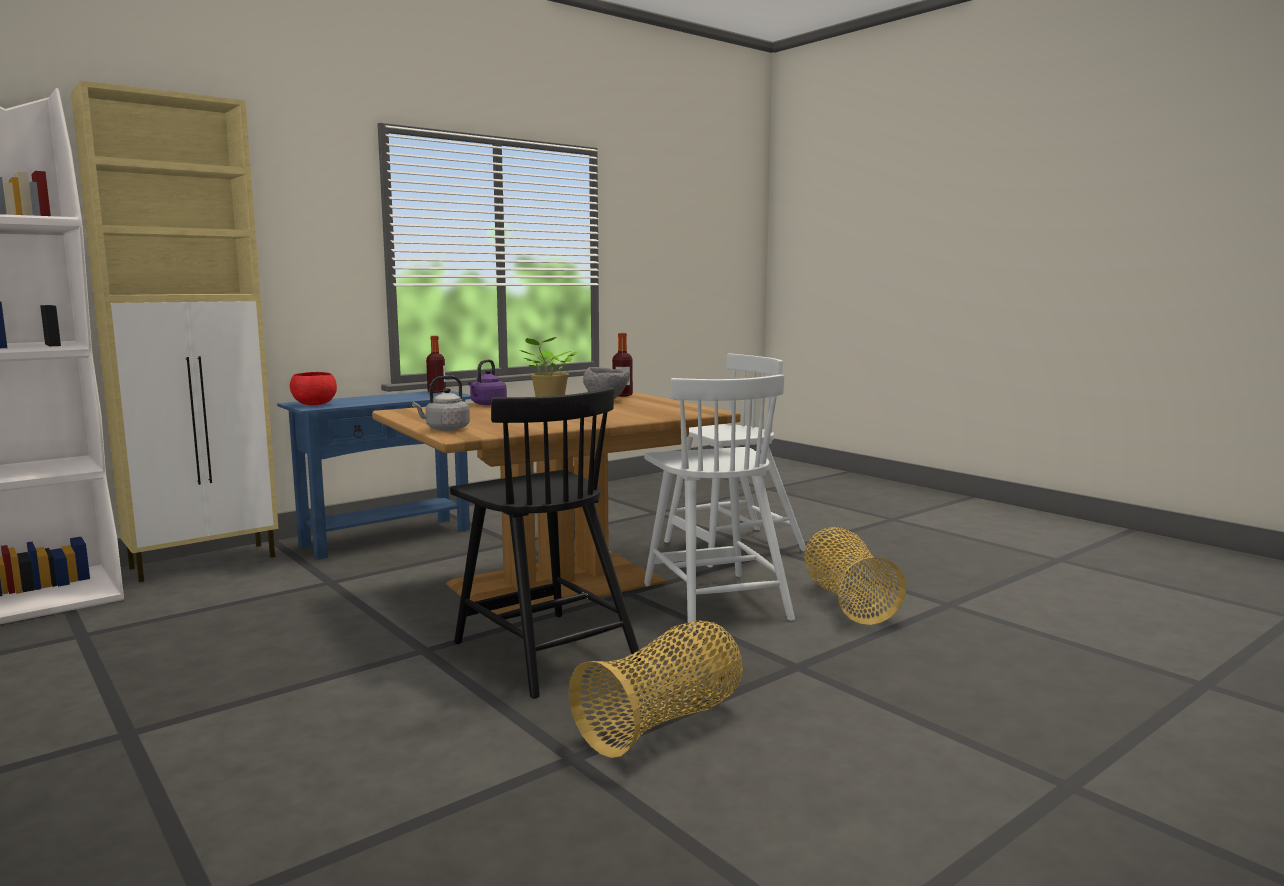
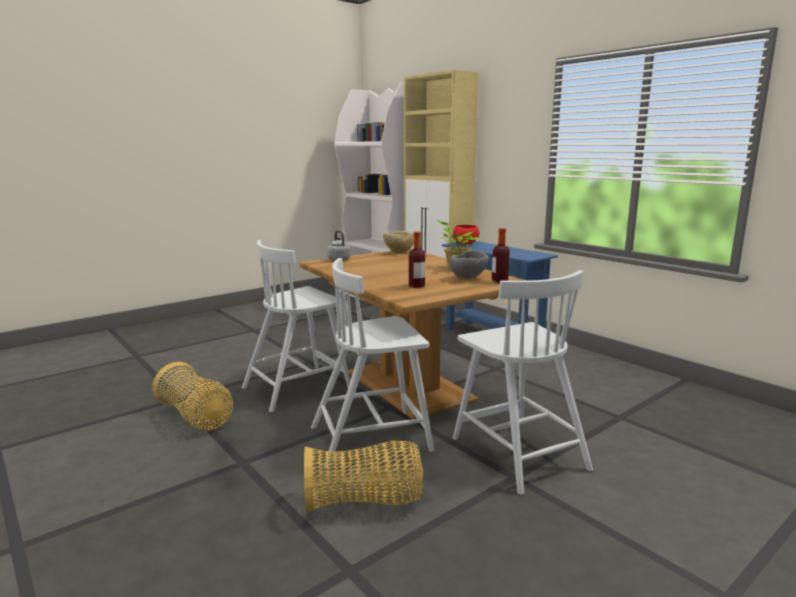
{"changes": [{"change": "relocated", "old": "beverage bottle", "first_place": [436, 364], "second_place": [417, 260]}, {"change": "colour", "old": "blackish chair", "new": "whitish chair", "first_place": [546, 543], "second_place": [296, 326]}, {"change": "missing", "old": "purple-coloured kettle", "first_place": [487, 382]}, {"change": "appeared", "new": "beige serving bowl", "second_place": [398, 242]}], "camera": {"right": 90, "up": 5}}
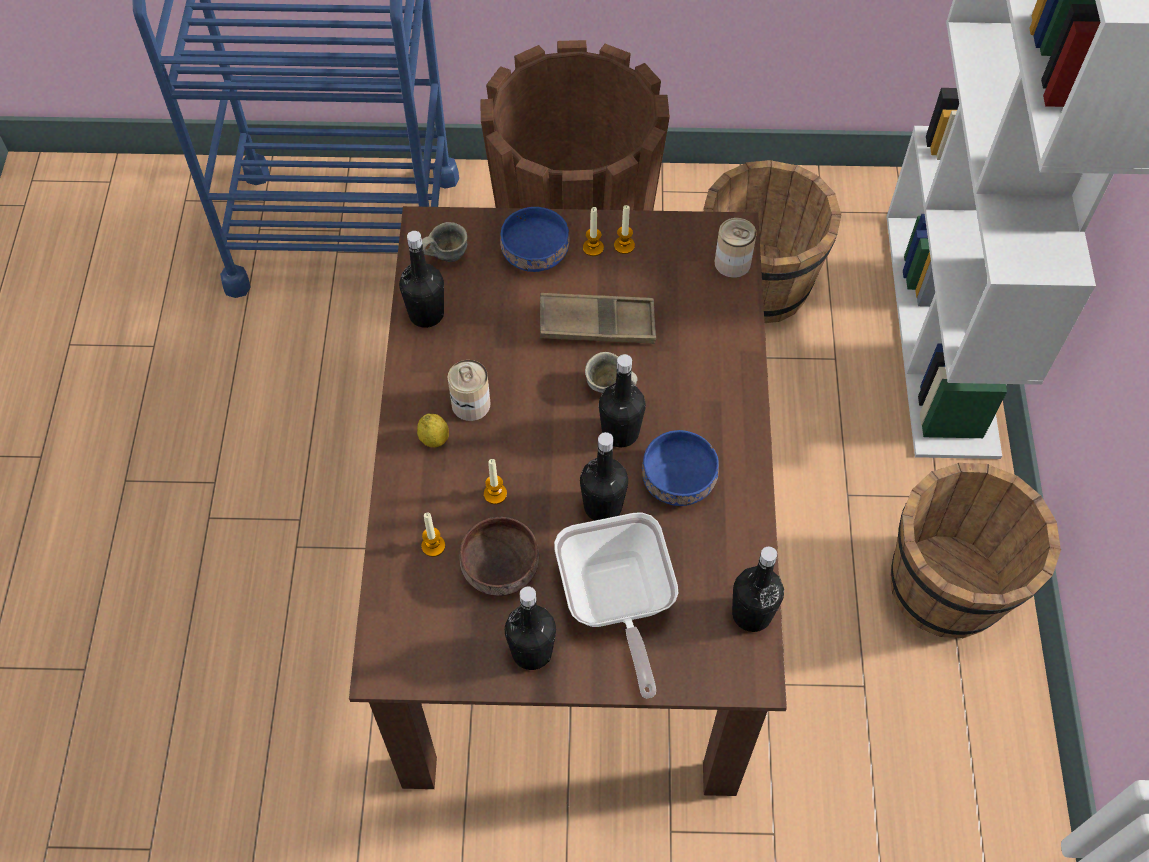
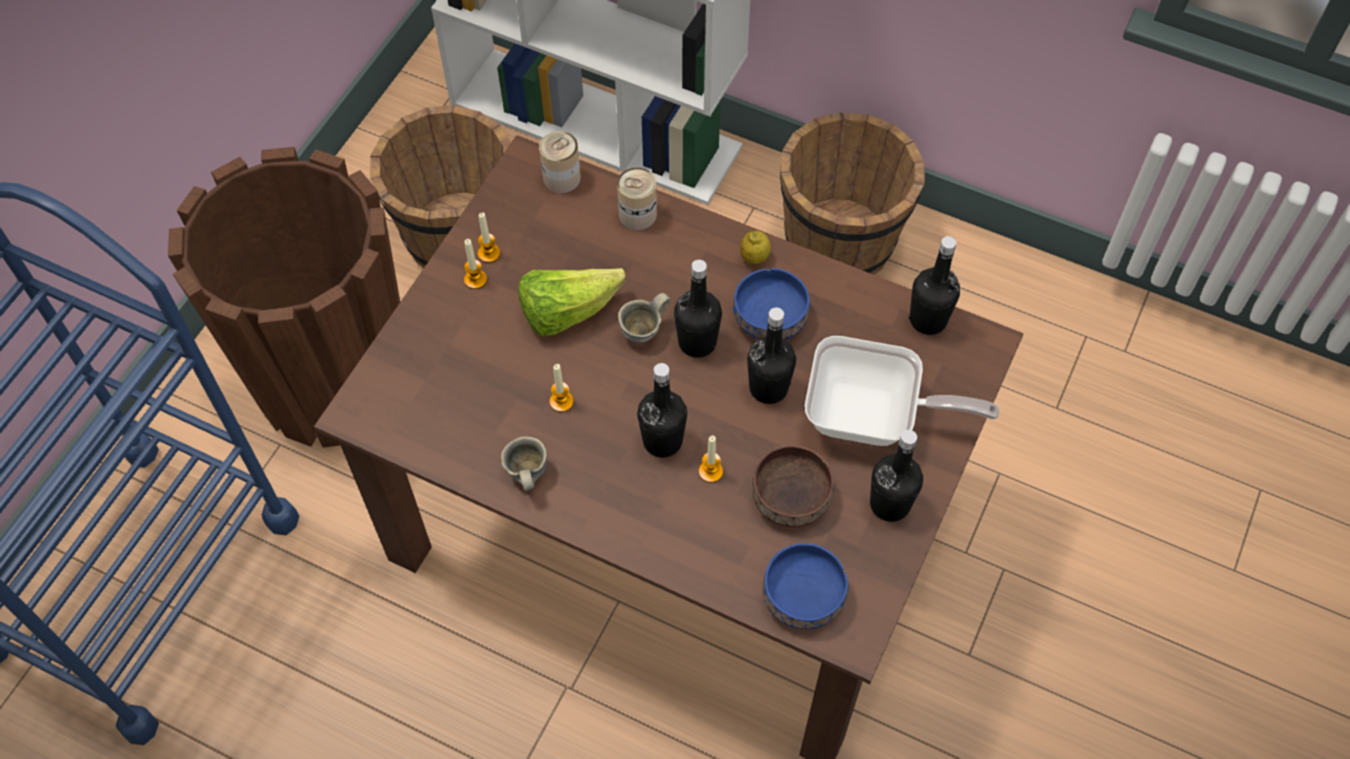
{"changes": [{"change": "relocated", "old": "blackish beverage bottle", "first_place": [421, 279], "second_place": [662, 410]}, {"change": "relocated", "old": "whole lemon", "first_place": [433, 430], "second_place": [755, 248]}, {"change": "relocated", "old": "wax light", "first_place": [433, 534], "second_place": [562, 388]}, {"change": "relocated", "old": "grey coffee mug", "first_place": [444, 242], "second_place": [524, 464]}, {"change": "relocated", "old": "sealed can", "first_place": [469, 390], "second_place": [637, 199]}, {"change": "relocated", "old": "blue serving bowl", "first_place": [535, 239], "second_place": [805, 586]}, {"change": "exchanged", "old": "brown-coloured carrying tray", "new": "lettuce head", "first_place": [598, 318], "second_place": [572, 302]}], "camera": {"right": -65, "up": 0}}
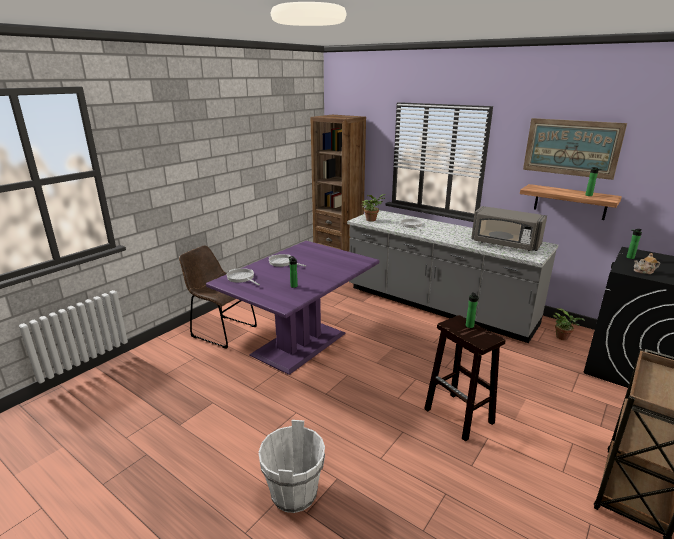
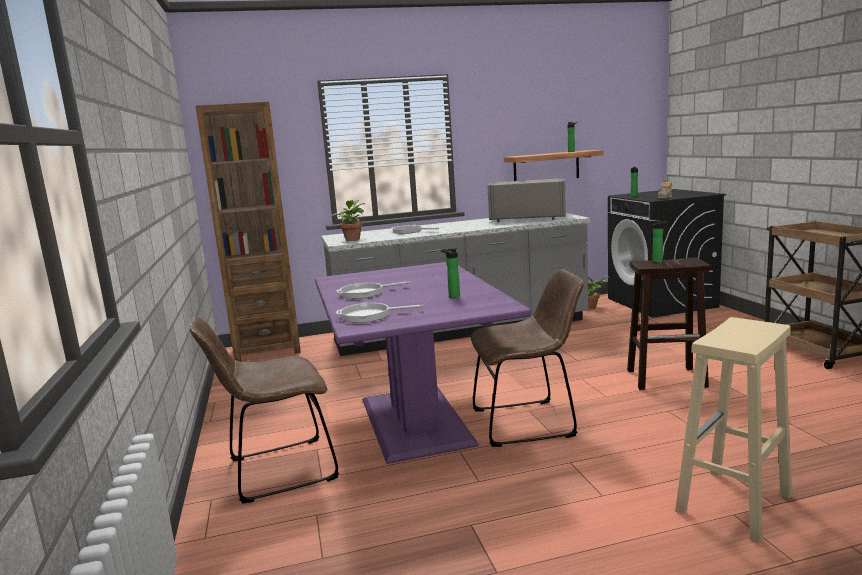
{"changes": [{"change": "exchanged", "old": "whitish water bucket", "new": "beige stool seat", "first_place": [292, 466], "second_place": [733, 430]}, {"change": "spun", "old": "grey kitchen microwave", "first_place": [509, 228], "second_place": [526, 200], "degrees": -150}, {"change": "missing", "old": "wall picture", "first_place": [575, 149]}, {"change": "appeared", "new": "brown-coloured chair", "second_place": [527, 358]}], "camera": {"right": -50, "up": -10}}
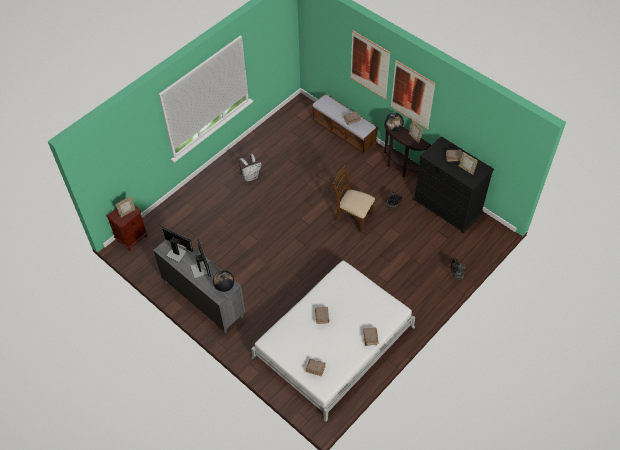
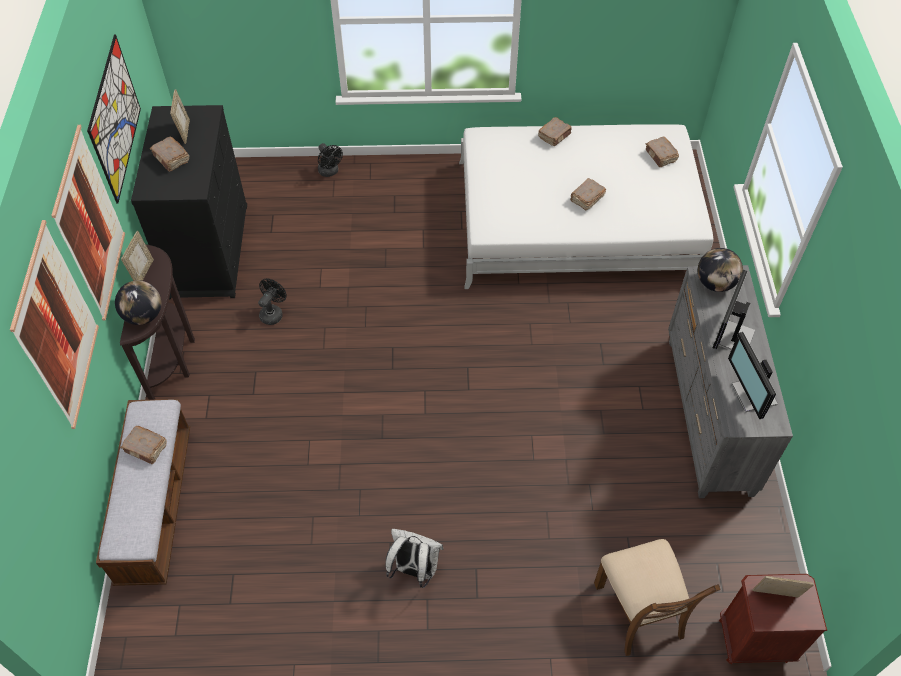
{"changes": [{"change": "relocated", "old": "brown-coloured chair", "first_place": [353, 199], "second_place": [657, 597]}, {"change": "appeared", "new": "wall picture", "second_place": [114, 119]}], "camera": {"right": -135, "up": 0}}
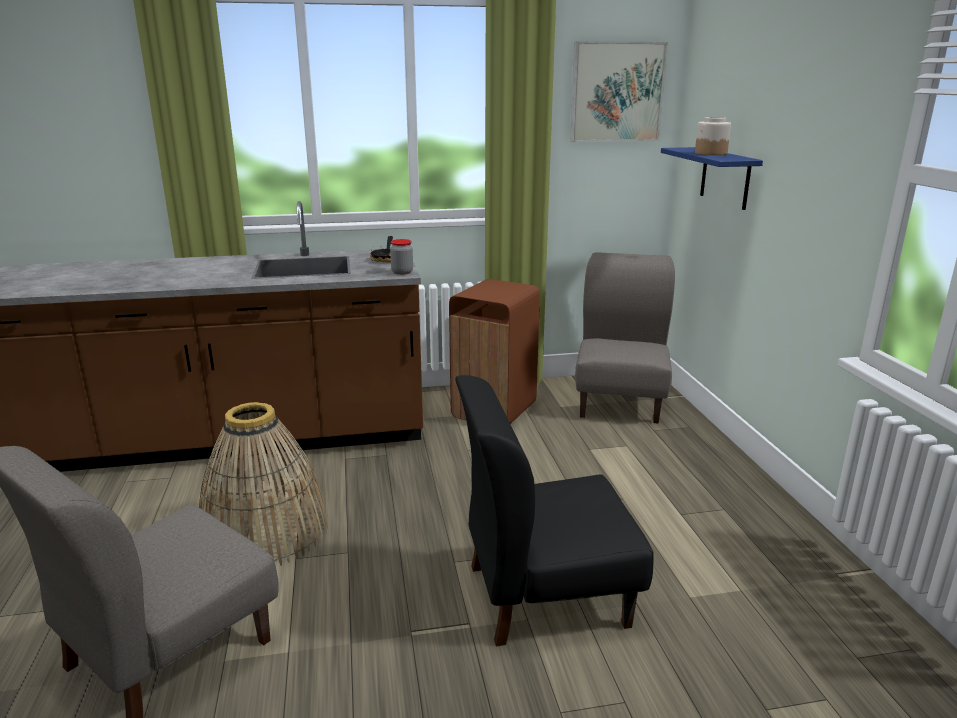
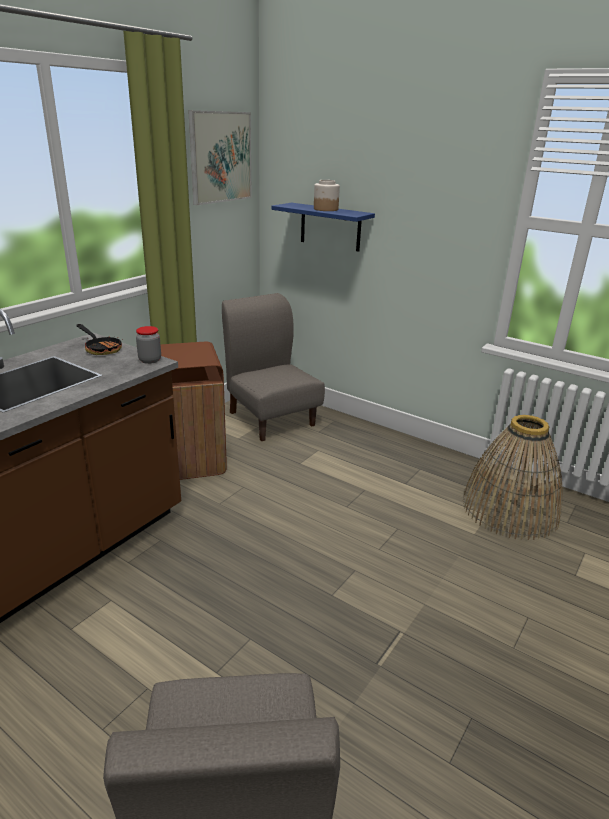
{"changes": [{"change": "relocated", "old": "basket", "first_place": [263, 484], "second_place": [513, 477]}, {"change": "missing", "old": "blackish chair", "first_place": [554, 510]}], "camera": {"right": -45, "up": 5}}
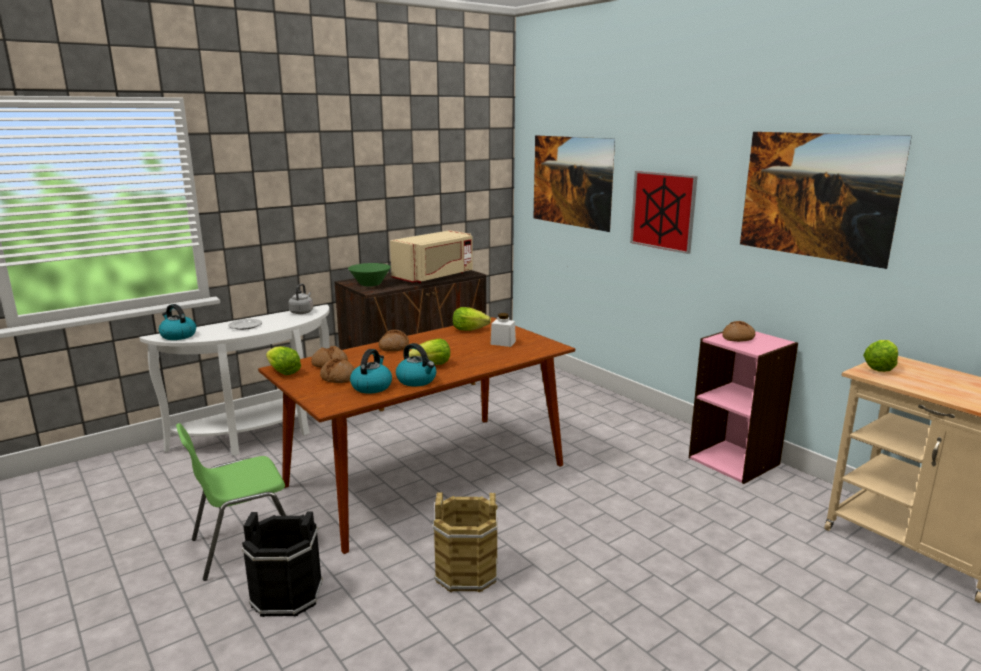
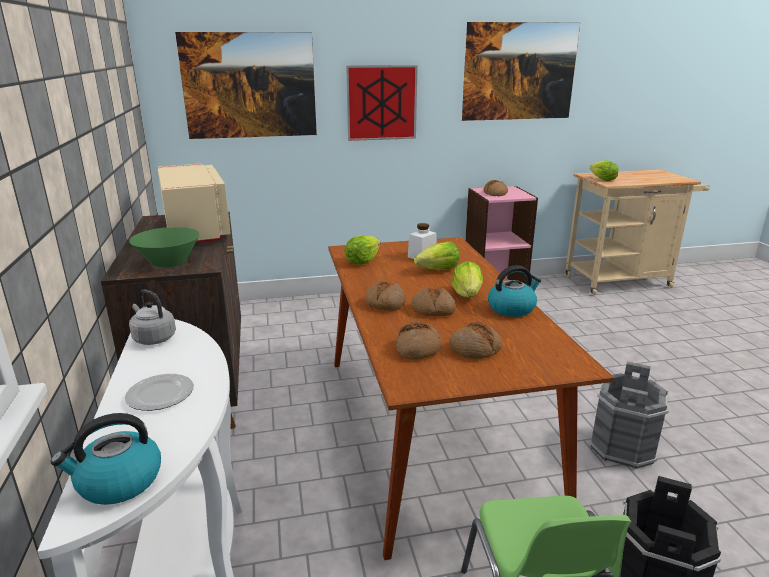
{"changes": [{"change": "relocated", "old": "lettuce head", "first_place": [283, 360], "second_place": [437, 255]}, {"change": "missing", "old": "kettle", "first_place": [371, 371]}, {"change": "colour", "old": "brown-coloured water bucket", "new": "grey water bucket", "first_place": [465, 542], "second_place": [629, 415]}, {"change": "appeared", "new": "baked bread", "second_place": [433, 301]}], "camera": {"right": -65, "up": 5}}
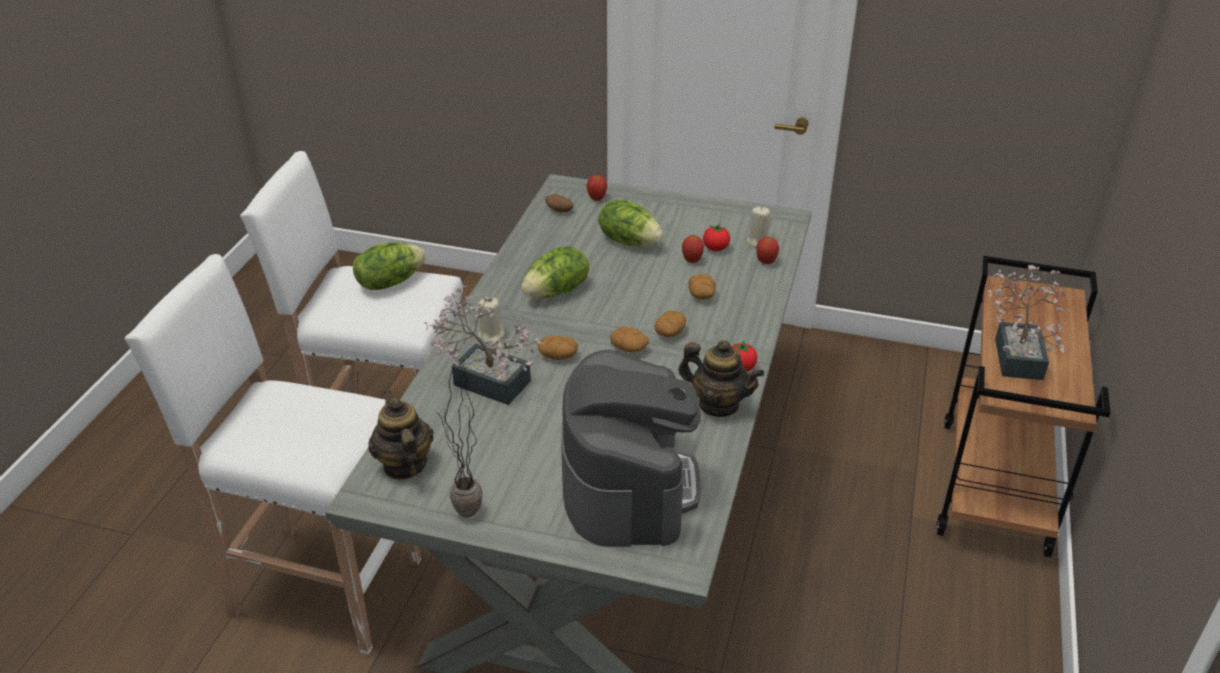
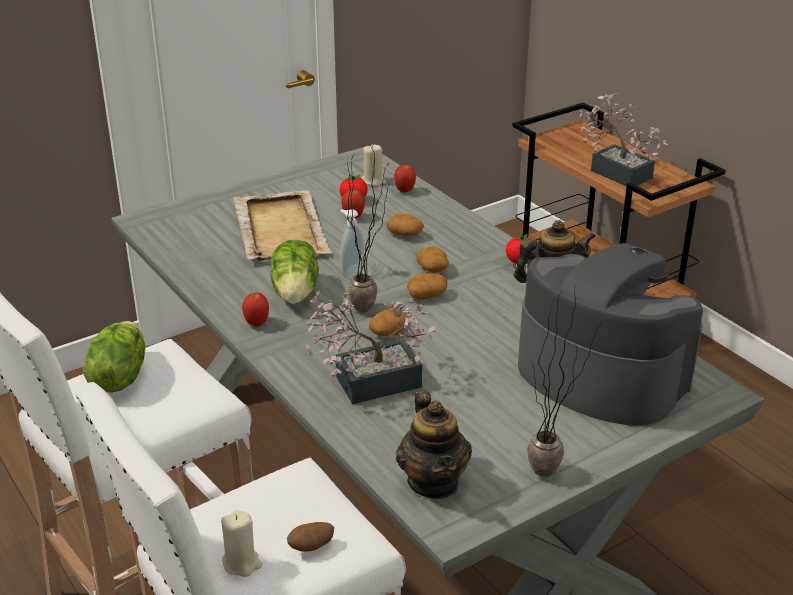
{"changes": [{"change": "spun", "old": "tea pot", "first_place": [401, 435], "second_place": [434, 445], "degrees": -120}, {"change": "relocated", "old": "beige wax light", "first_place": [491, 320], "second_place": [241, 543]}, {"change": "relocated", "old": "whole potato", "first_place": [559, 203], "second_place": [310, 537]}, {"change": "relocated", "old": "apple", "first_place": [596, 188], "second_place": [255, 309]}, {"change": "exchanged", "old": "lettuce head", "new": "beige carrying tray", "first_place": [630, 223], "second_place": [282, 225]}, {"change": "appeared", "new": "liquid soap bottle", "second_place": [352, 242]}, {"change": "appeared", "new": "houseplant", "second_place": [369, 228]}], "camera": {"right": -50, "up": -5}}
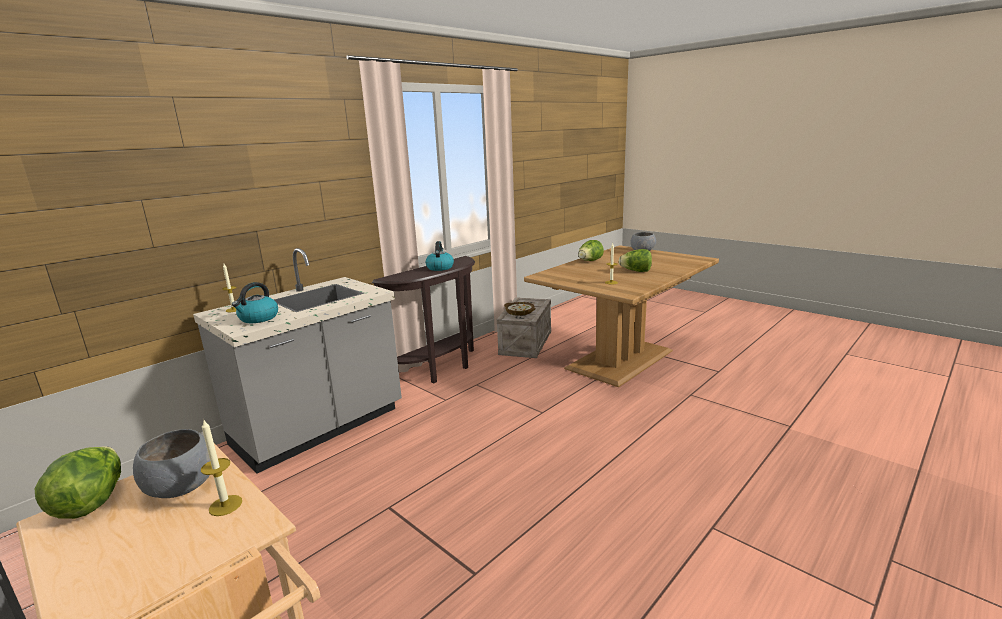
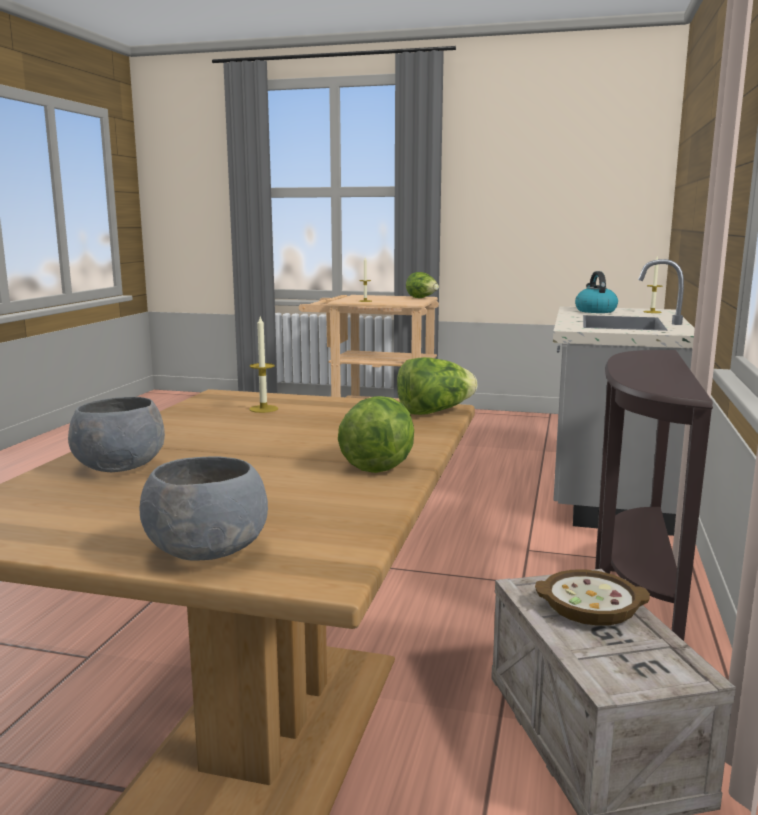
{"changes": [{"change": "relocated", "old": "grey serving bowl", "first_place": [171, 463], "second_place": [116, 434]}, {"change": "missing", "old": "kettle", "first_place": [440, 256]}, {"change": "relocated", "old": "lettuce head", "first_place": [635, 260], "second_place": [437, 386]}], "camera": {"right": 150, "up": -5}}
